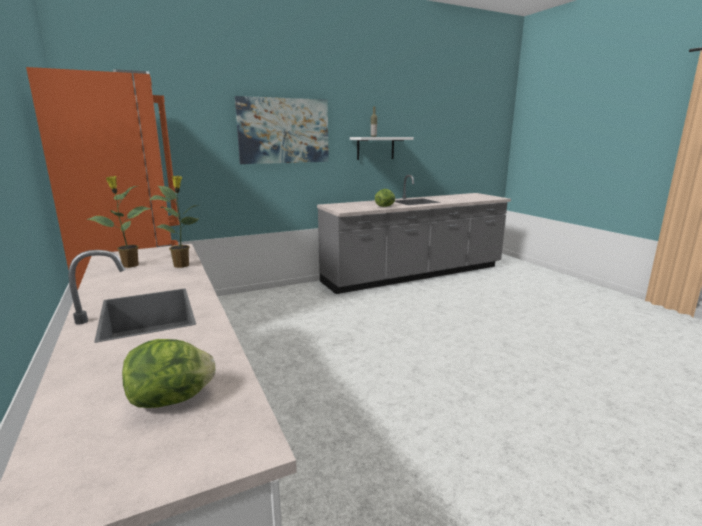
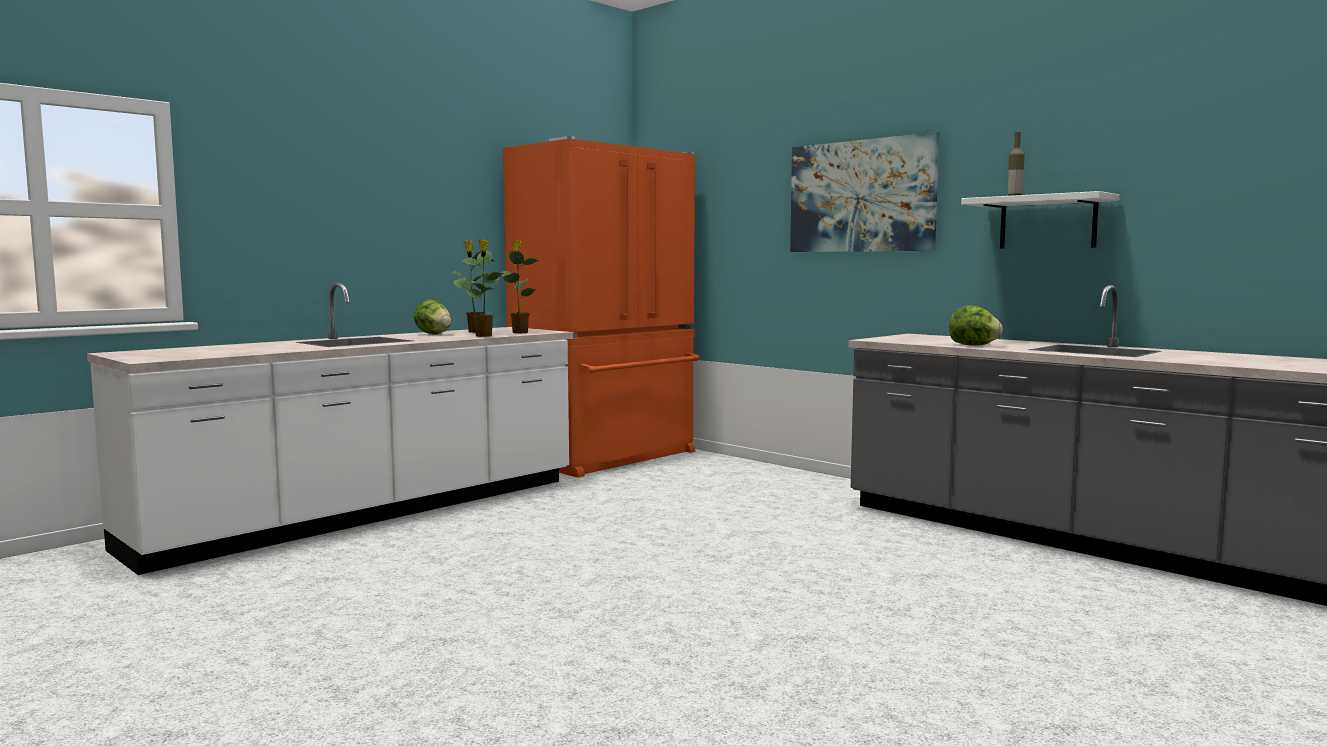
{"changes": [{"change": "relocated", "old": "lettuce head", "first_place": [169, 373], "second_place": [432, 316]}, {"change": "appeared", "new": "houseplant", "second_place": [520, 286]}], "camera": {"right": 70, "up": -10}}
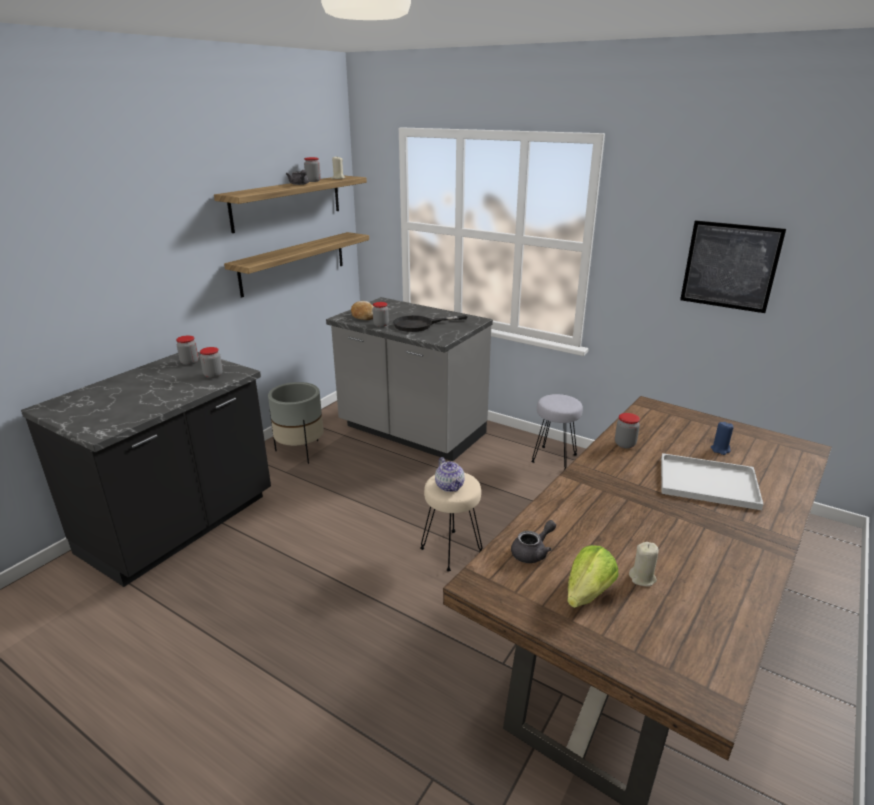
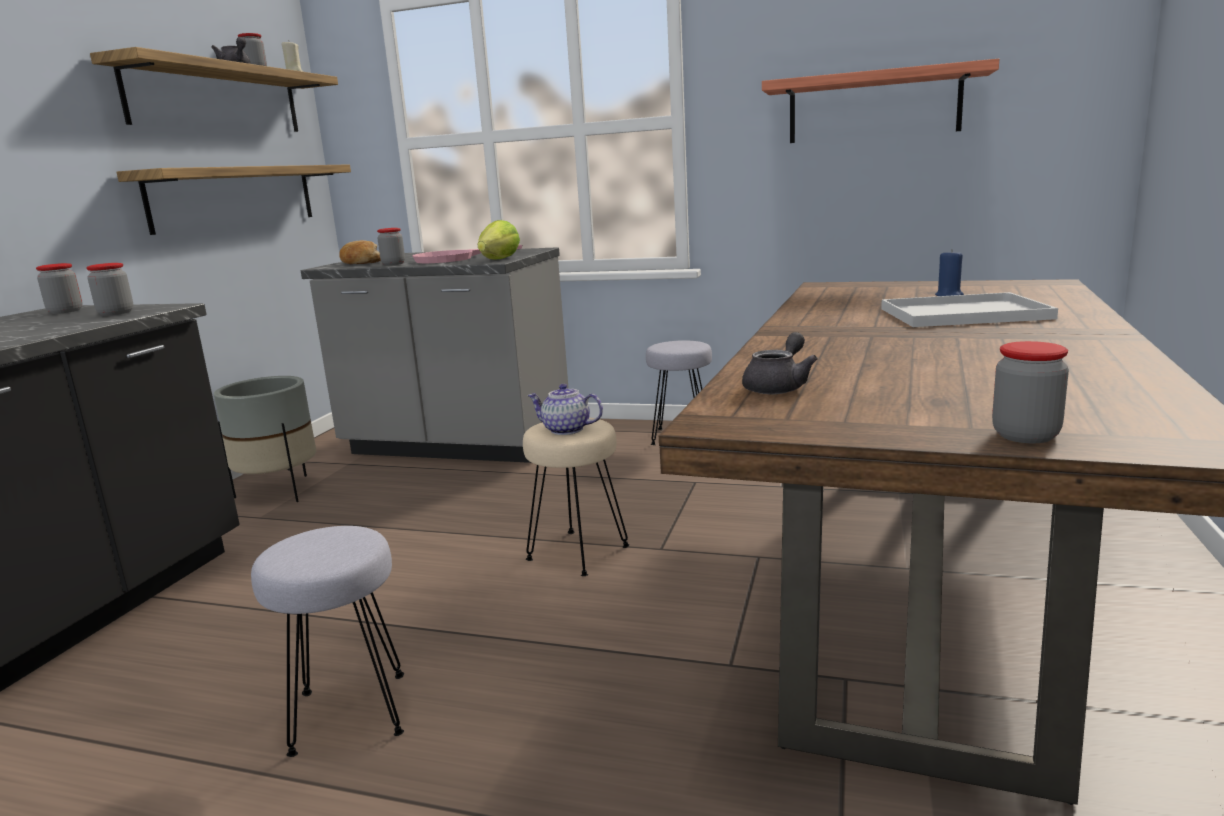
{"changes": [{"change": "colour", "old": "blackish frying pan", "new": "pinkish frying pan", "first_place": [430, 323], "second_place": [468, 254]}, {"change": "spun", "old": "tea pot", "first_place": [450, 474], "second_place": [565, 409], "degrees": 150}, {"change": "relocated", "old": "lettuce head", "first_place": [592, 576], "second_place": [498, 240]}, {"change": "relocated", "old": "preserve jar", "first_place": [627, 430], "second_place": [1030, 392]}, {"change": "missing", "old": "beige wax light", "first_place": [644, 564]}, {"change": "exchanged", "old": "wall picture", "new": "wall shelf", "first_place": [733, 266], "second_place": [880, 101]}, {"change": "appeared", "new": "grey stool seat", "second_place": [327, 641]}], "camera": {"right": -15, "up": -10}}
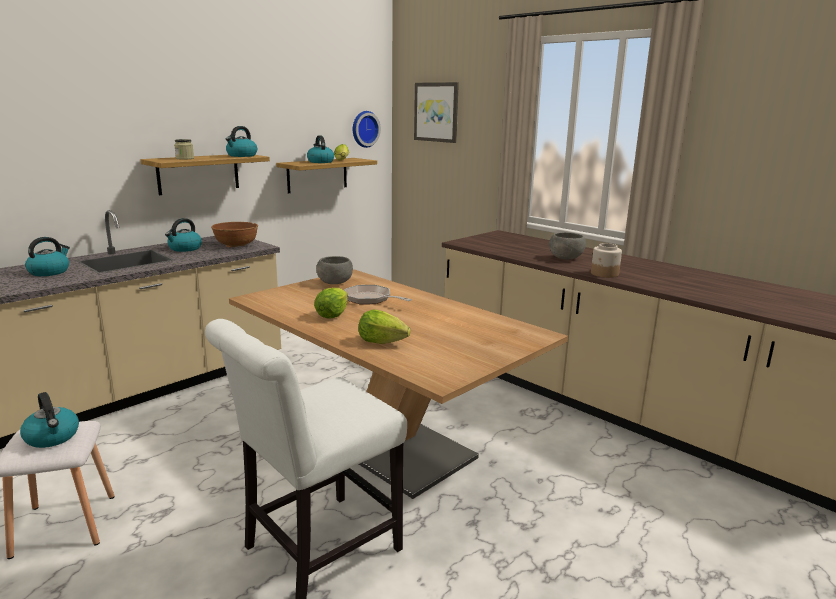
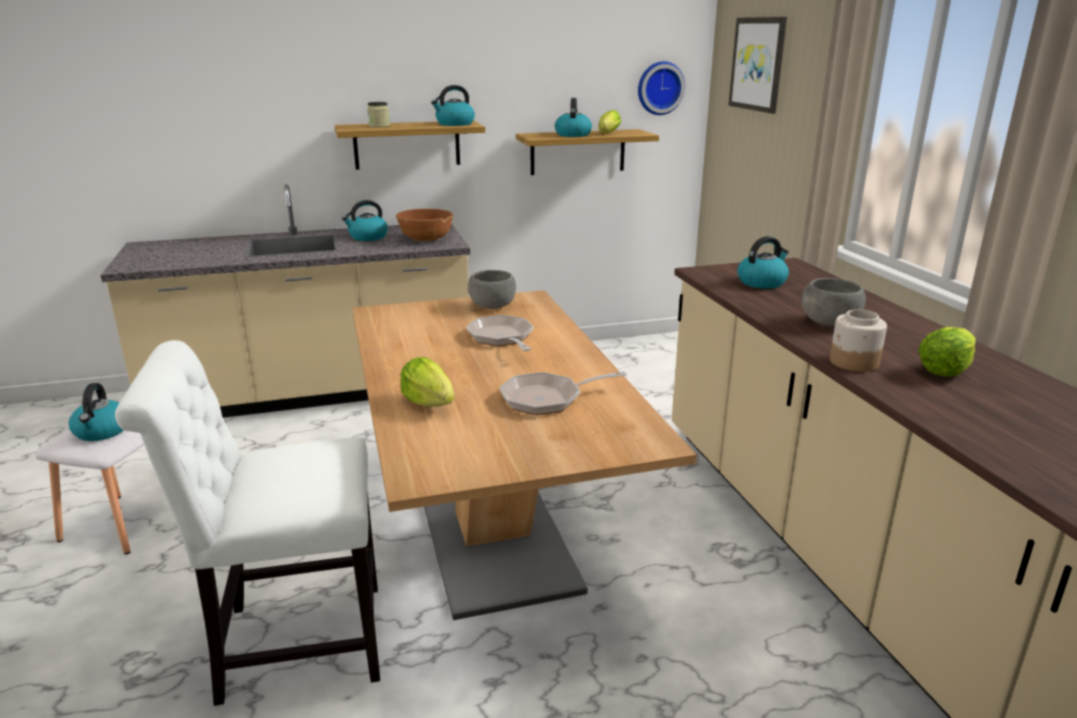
{"changes": [{"change": "relocated", "old": "kettle", "first_place": [47, 256], "second_place": [763, 262]}, {"change": "relocated", "old": "lettuce head", "first_place": [331, 303], "second_place": [947, 352]}, {"change": "appeared", "new": "frying pan", "second_place": [563, 393]}], "camera": {"right": 30, "up": 5}}
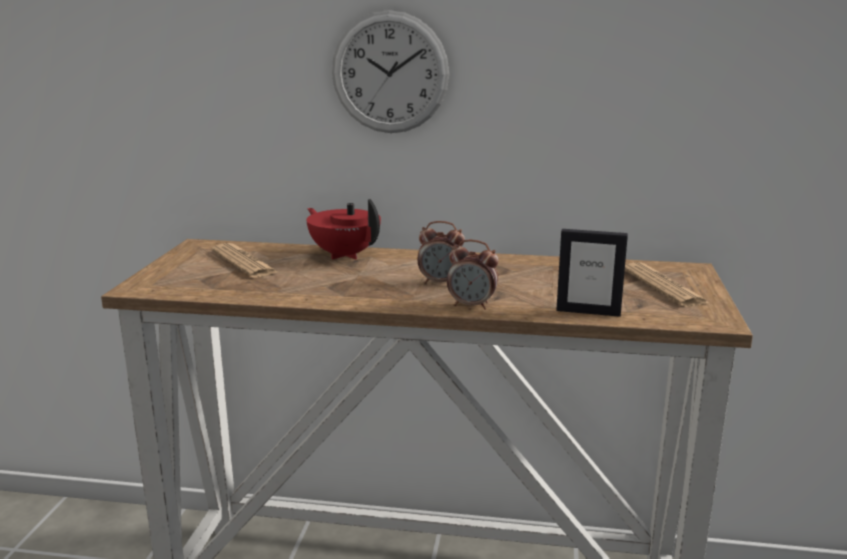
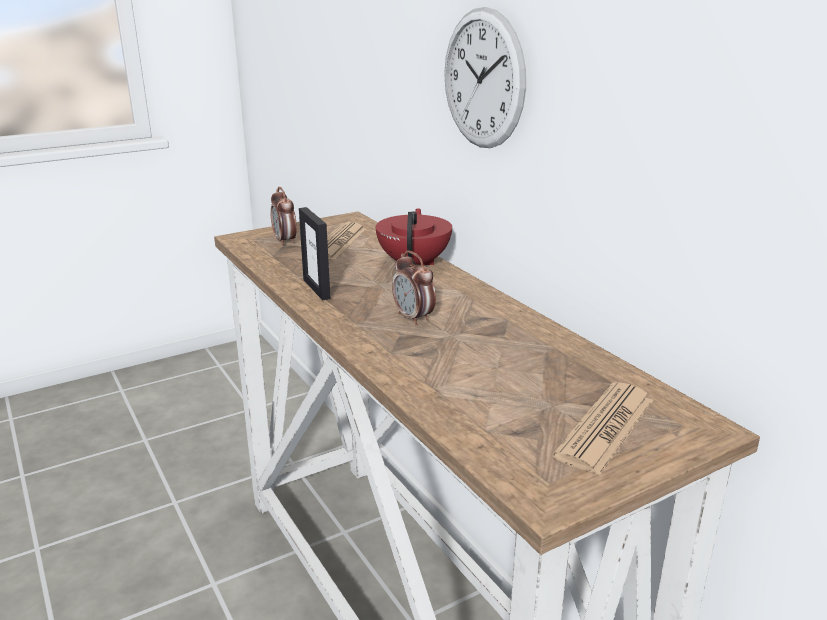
{"changes": [{"change": "relocated", "old": "table clock", "first_place": [473, 275], "second_place": [283, 216]}, {"change": "relocated", "old": "photo frame", "first_place": [592, 273], "second_place": [314, 254]}], "camera": {"right": 50, "up": 5}}
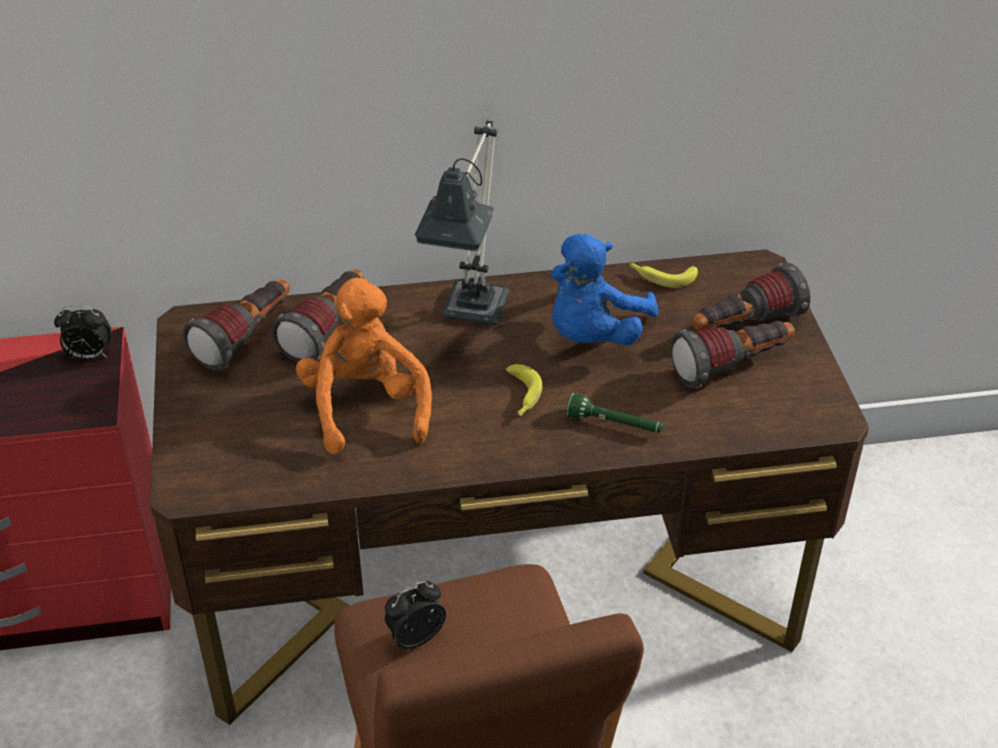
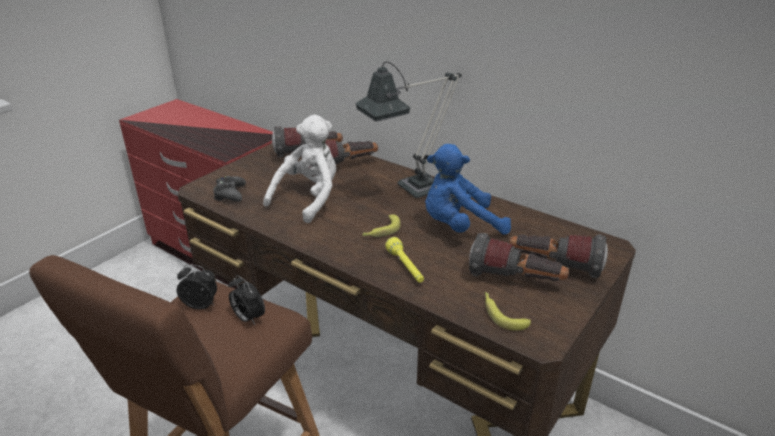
{"changes": [{"change": "relocated", "old": "table clock", "first_place": [83, 332], "second_place": [246, 300]}, {"change": "colour", "old": "orange soft toy", "new": "whitish soft toy", "first_place": [364, 366], "second_place": [299, 169]}, {"change": "colour", "old": "green flashlight", "new": "yellow-coloured flashlight", "first_place": [614, 413], "second_place": [404, 260]}, {"change": "relocated", "old": "banana fruit", "first_place": [663, 275], "second_place": [508, 311]}, {"change": "appeared", "new": "blackish joypad", "second_place": [229, 189]}], "camera": {"right": 45, "up": -10}}
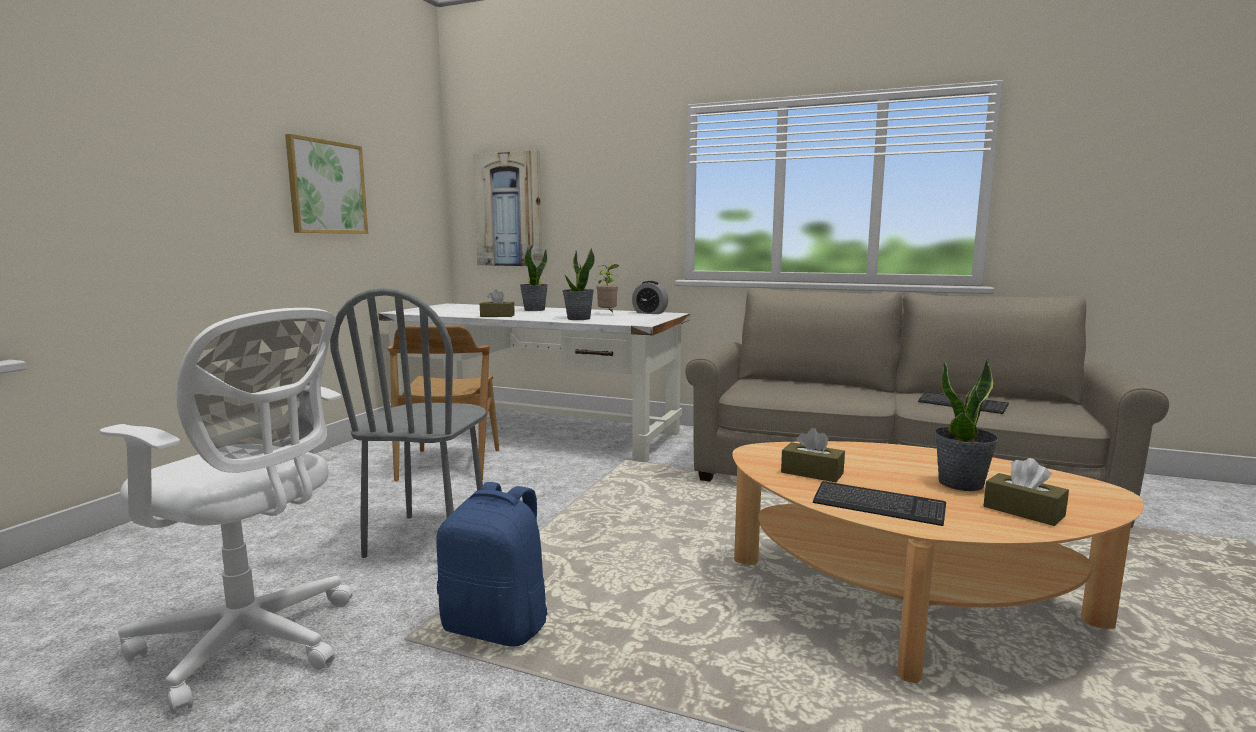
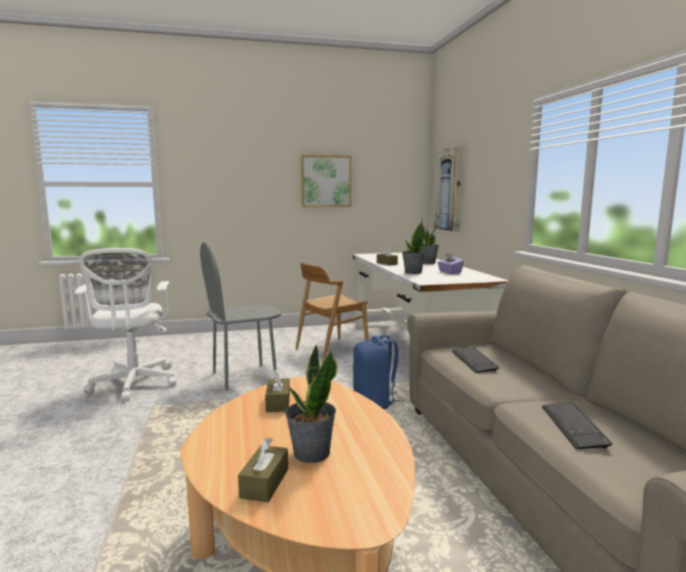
{"changes": [{"change": "relocated", "old": "blue knapsack", "first_place": [492, 564], "second_place": [378, 371]}, {"change": "exchanged", "old": "houseplant", "new": "purple-coloured tissue box", "first_place": [607, 288], "second_place": [450, 264]}, {"change": "missing", "old": "table clock", "first_place": [650, 297]}, {"change": "relocated", "old": "computer keyboard", "first_place": [879, 503], "second_place": [475, 359]}], "camera": {"right": 55, "up": 0}}
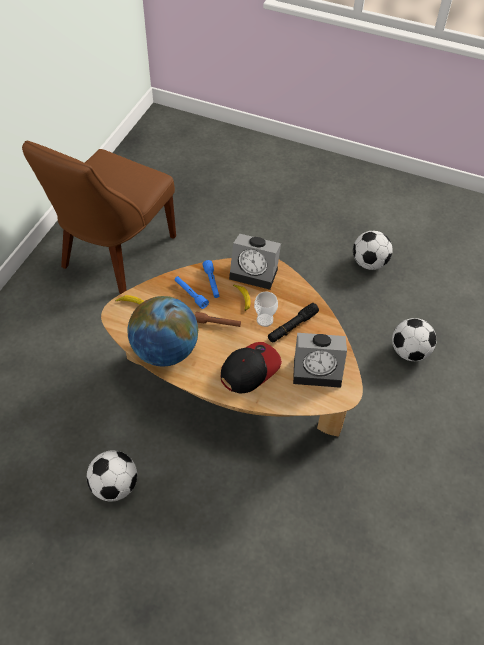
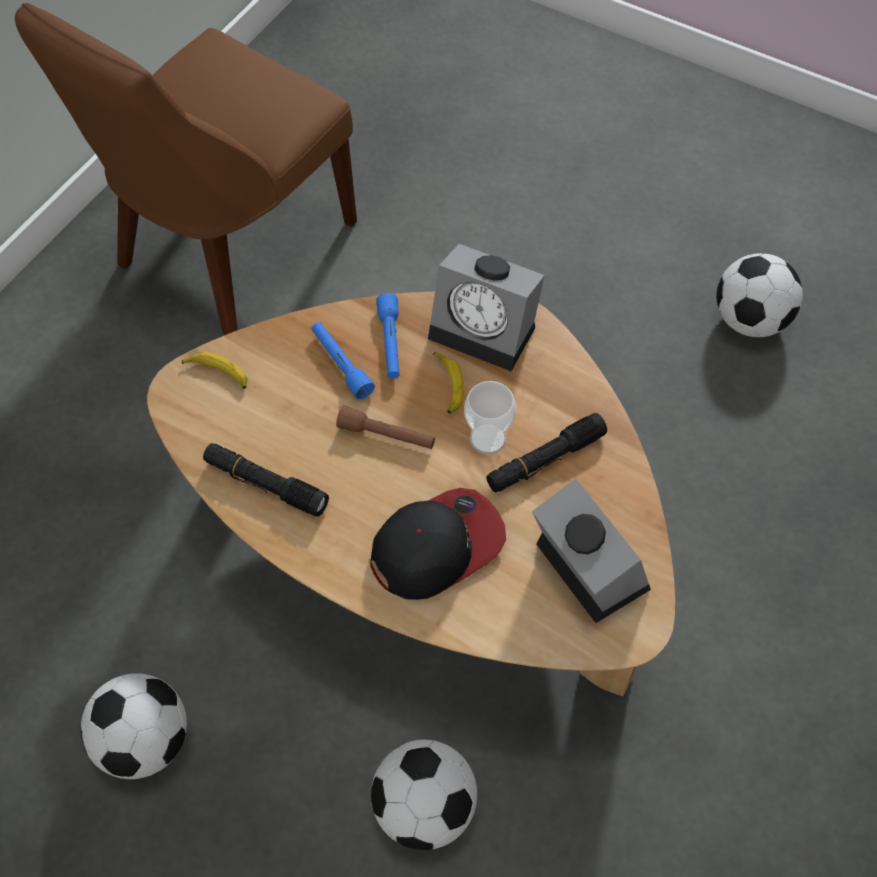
{"changes": [{"change": "exchanged", "old": "desk globe", "new": "blackish flashlight", "first_place": [163, 331], "second_place": [266, 479]}, {"change": "spun", "old": "table clock", "first_place": [320, 360], "second_place": [591, 551], "degrees": -135}, {"change": "relocated", "old": "ball for football", "first_place": [414, 339], "second_place": [424, 794]}], "camera": {"right": 10, "up": 5}}
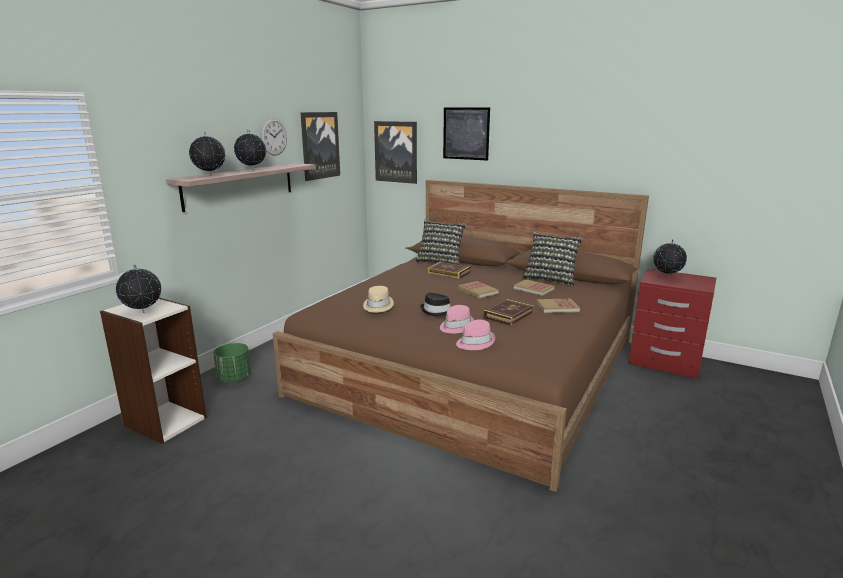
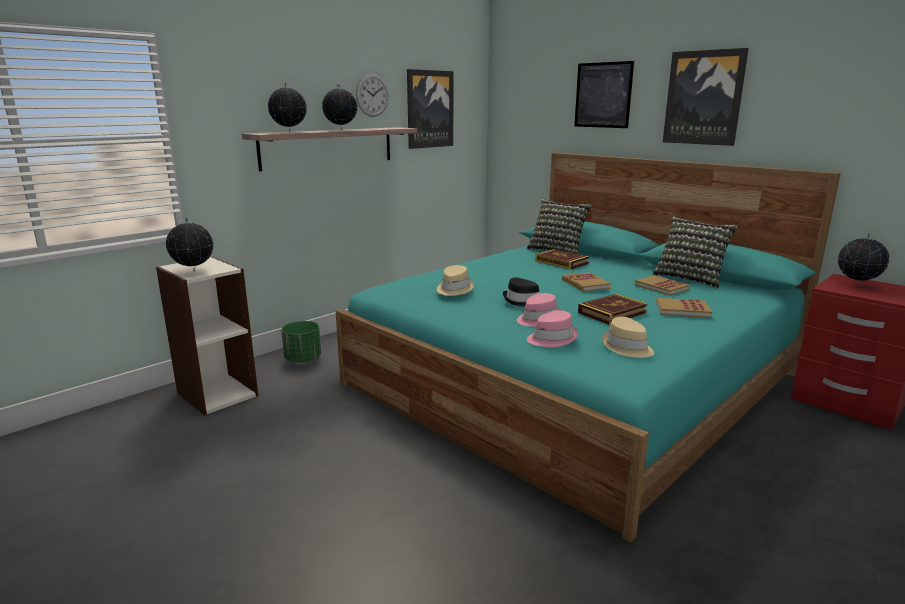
{"changes": [{"change": "colour", "old": "brown-coloured bedroom bed", "new": "blue-green bedroom bed", "first_place": [461, 335], "second_place": [588, 348]}, {"change": "relocated", "old": "wall picture", "first_place": [395, 152], "second_place": [706, 97]}, {"change": "appeared", "new": "beige wearable hat", "second_place": [628, 337]}], "camera": {"right": 15, "up": 0}}
